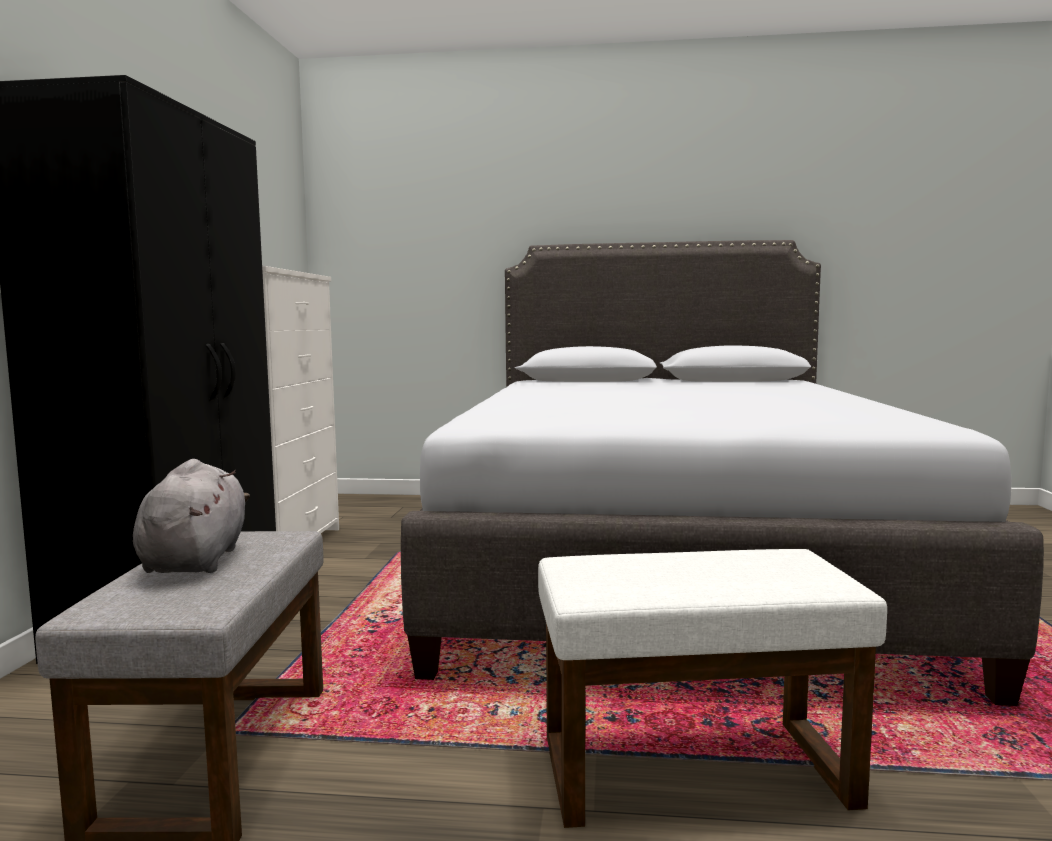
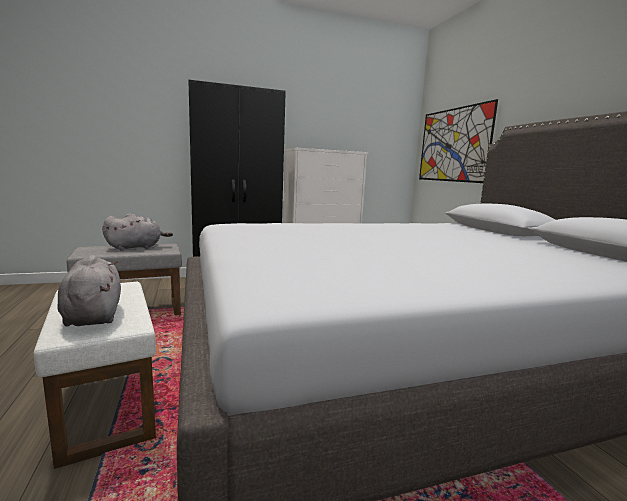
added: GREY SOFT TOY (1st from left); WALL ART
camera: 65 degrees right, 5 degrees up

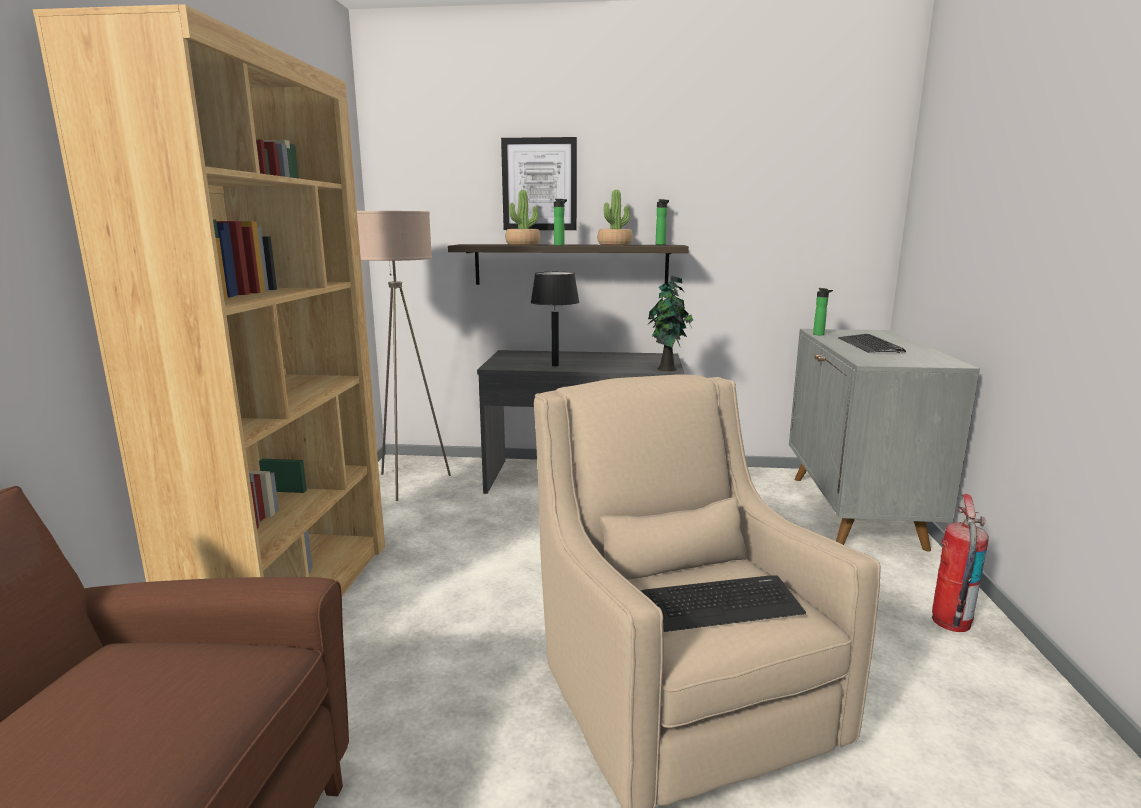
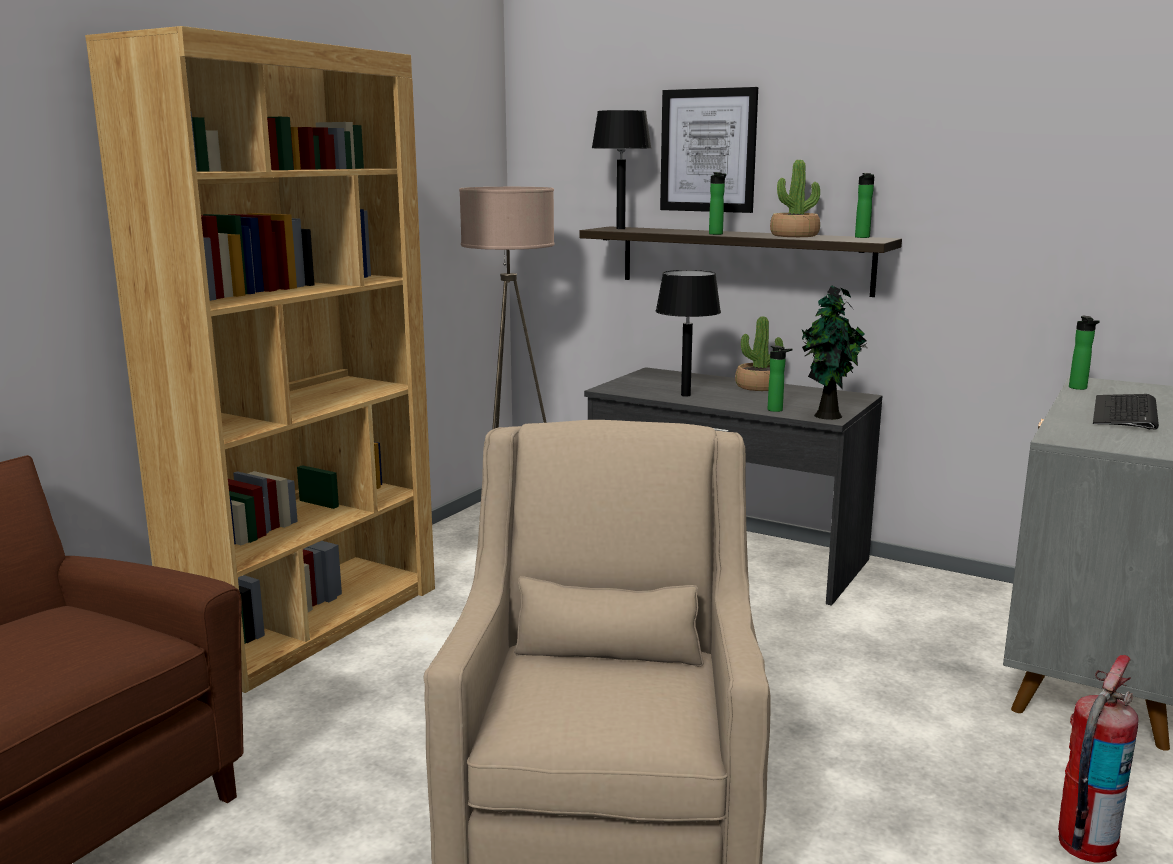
removed: KEYBOARD (1st from left)
added: BLACKISH TABLE LAMP (1st from left); DRINK BOTTLE (2nd from left)
moved: PLANT IN A POT (1st from left)
camera: 25 degrees right, 0 degrees up

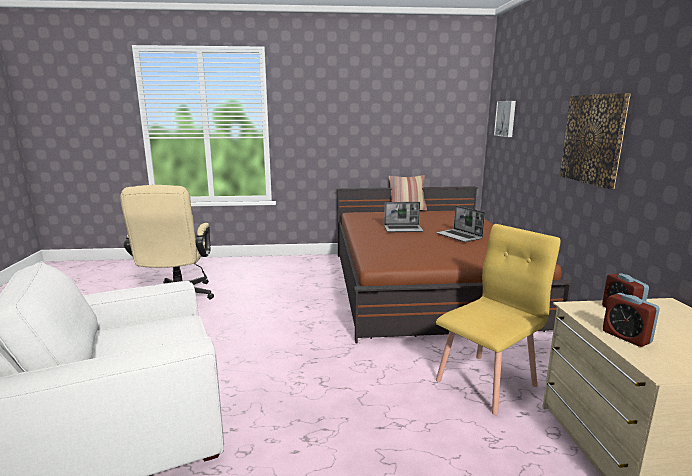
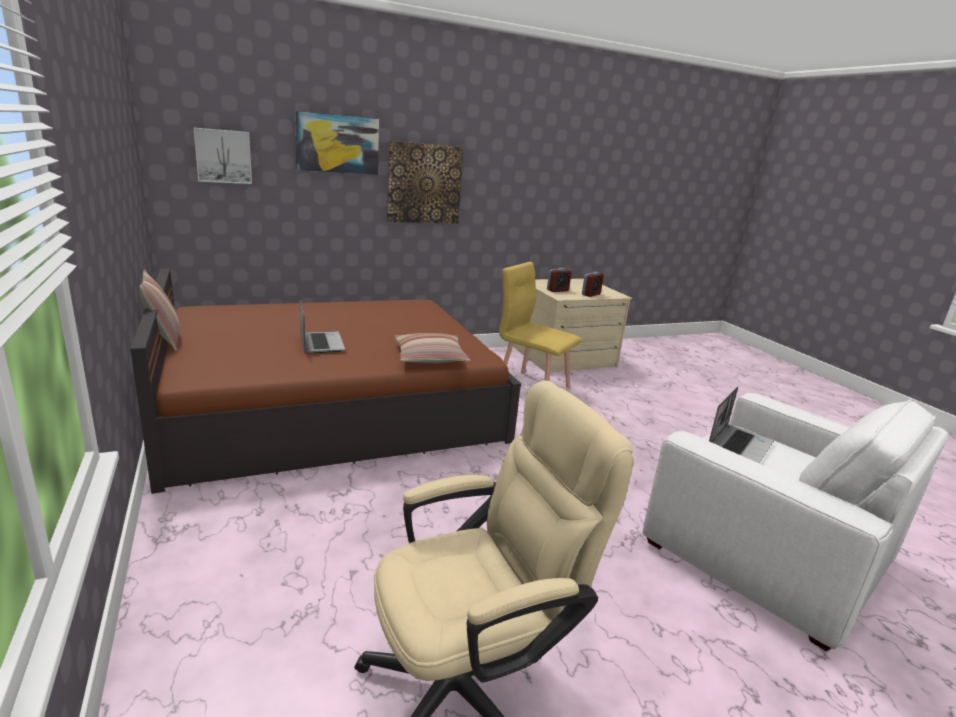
added: WALL ART (2nd from left); THROW PILLOW (2nd from left)
moved: PORTABLE COMPUTER (2nd from left)
camera: 110 degrees left, 5 degrees up

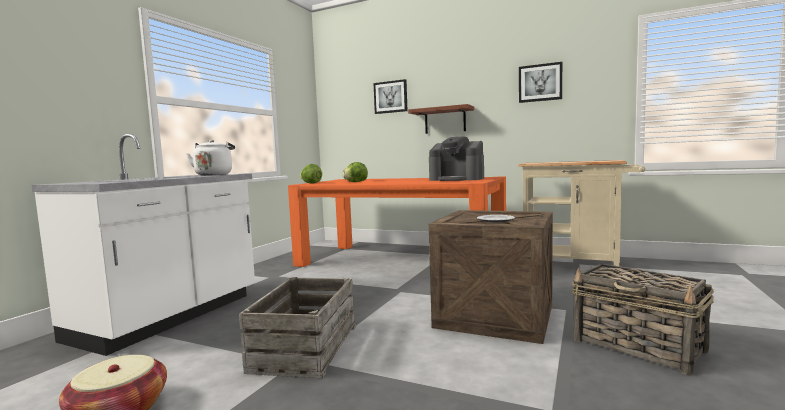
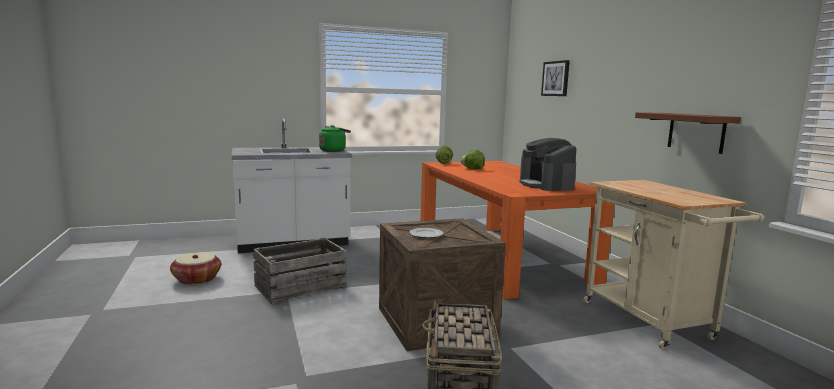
removed: WALL ART (2nd from left)
moved: BROWNISH BRACKET SHELF
recoloured: WHITE-COLOURED KETTLE to GREEN KETTLE
camera: 45 degrees right, 5 degrees up

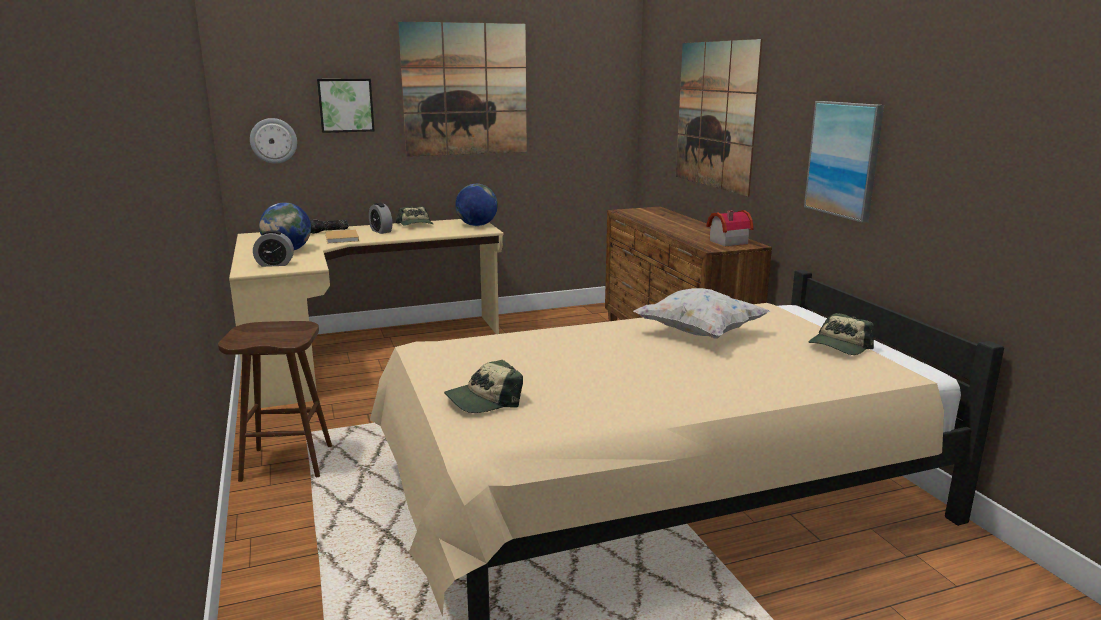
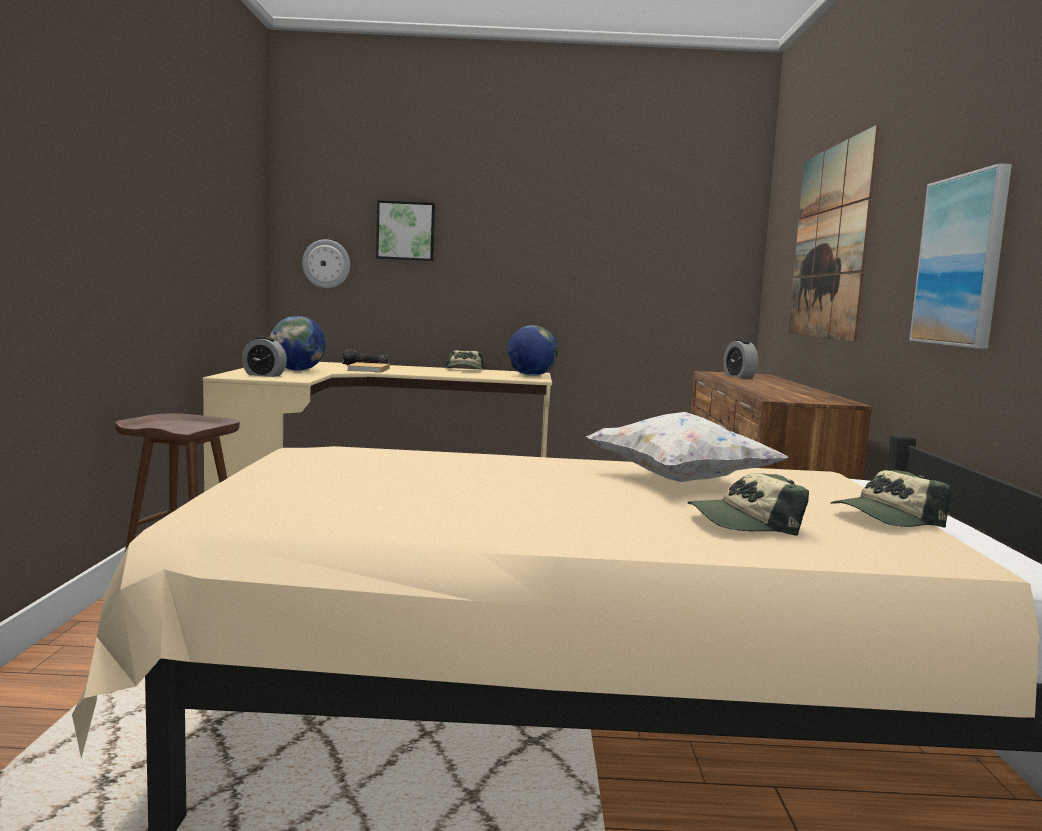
removed: WALL ART (2nd from left); MODEL HOUSE
moved: BEDSIDE CLOCK (2nd from left); PEAKED CAP (2nd from left)
camera: 20 degrees right, 10 degrees down

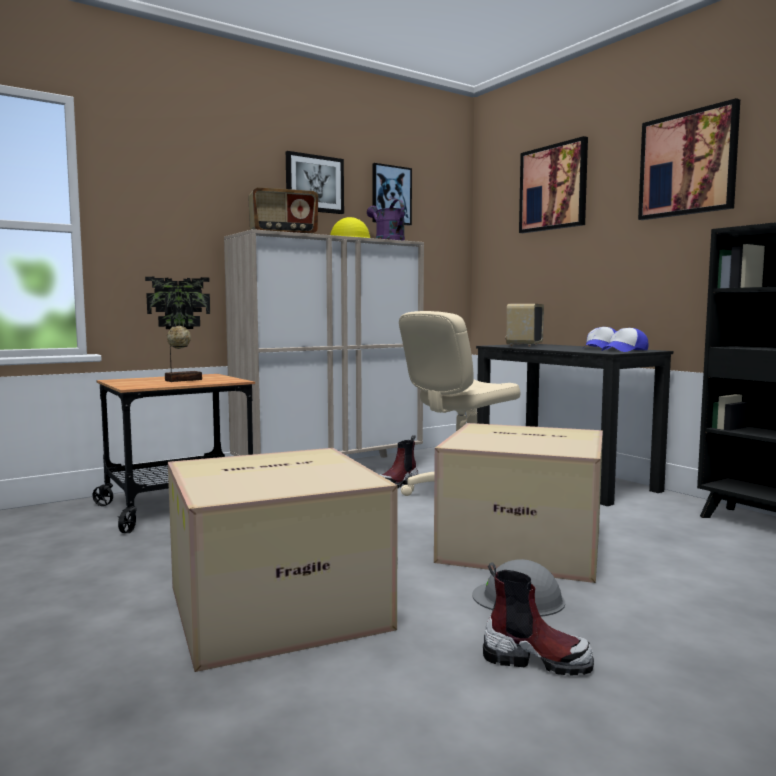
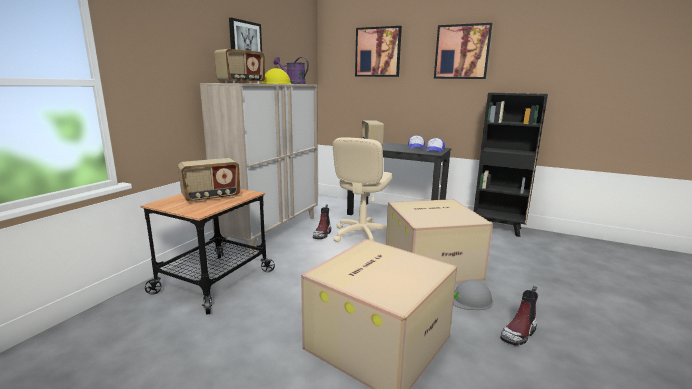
removed: WALL ART (2nd from left)
replaced: PLANT IN A POT to RADIO SET (1st from left)
turned: TALL BOOT (2nd from left) 150 degrees clockwise
camera: 30 degrees left, 10 degrees up

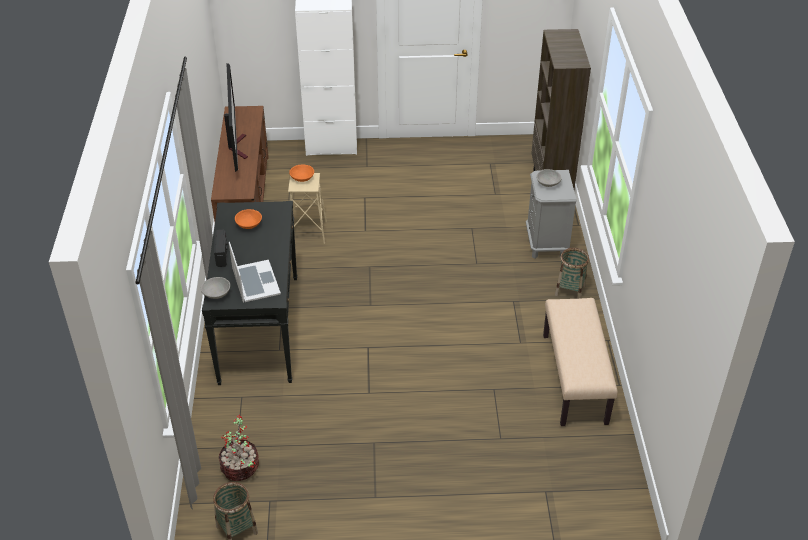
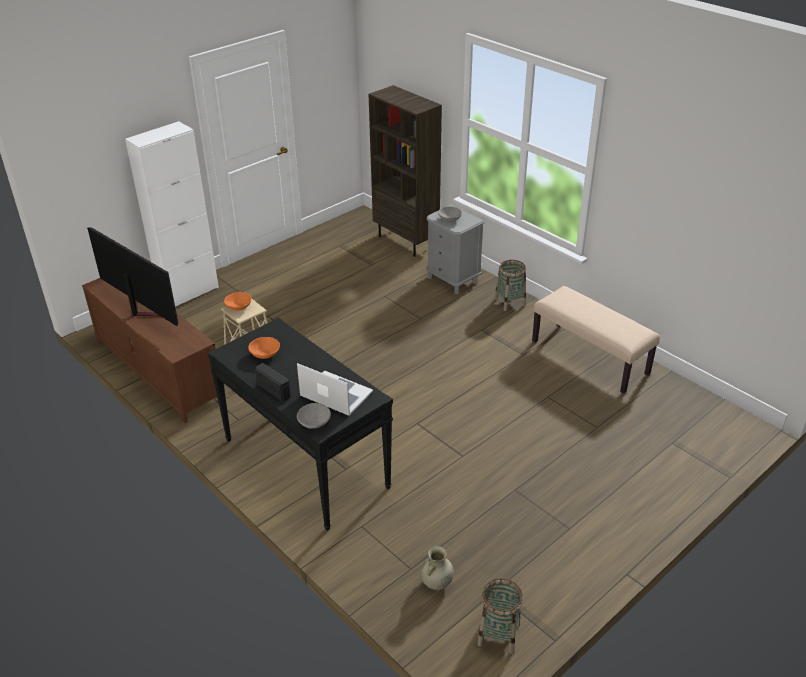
replaced: PLANT IN A POT to SAND-COLOURED FLOWER VASE
camera: 40 degrees left, 5 degrees down

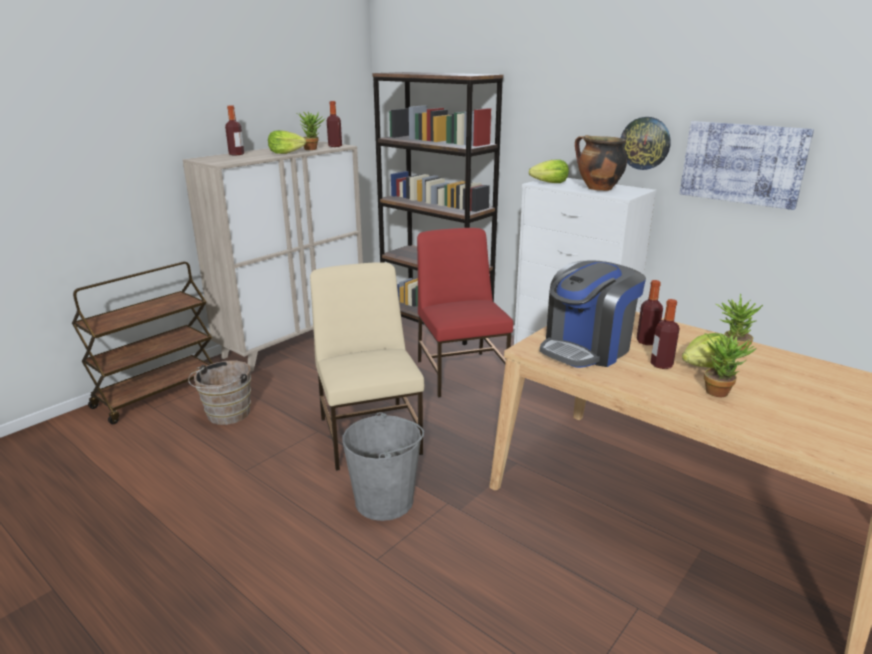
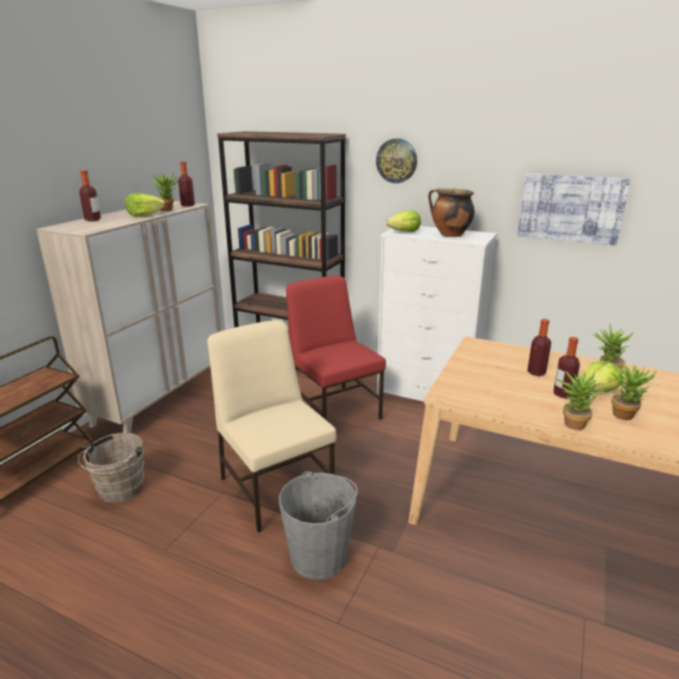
removed: COFFEE MAKER
added: PLANT IN A POT (2nd from left)
moved: WALL CLOCK
camera: 15 degrees left, 0 degrees up

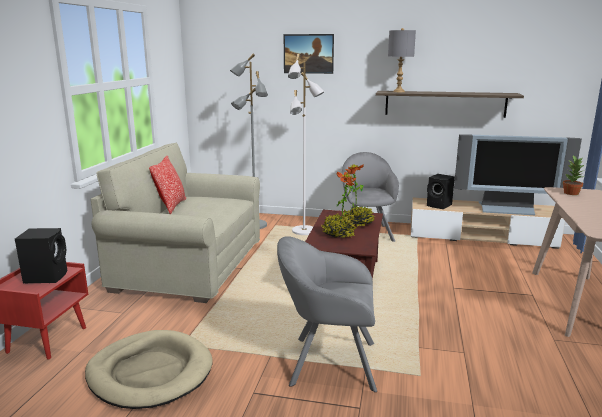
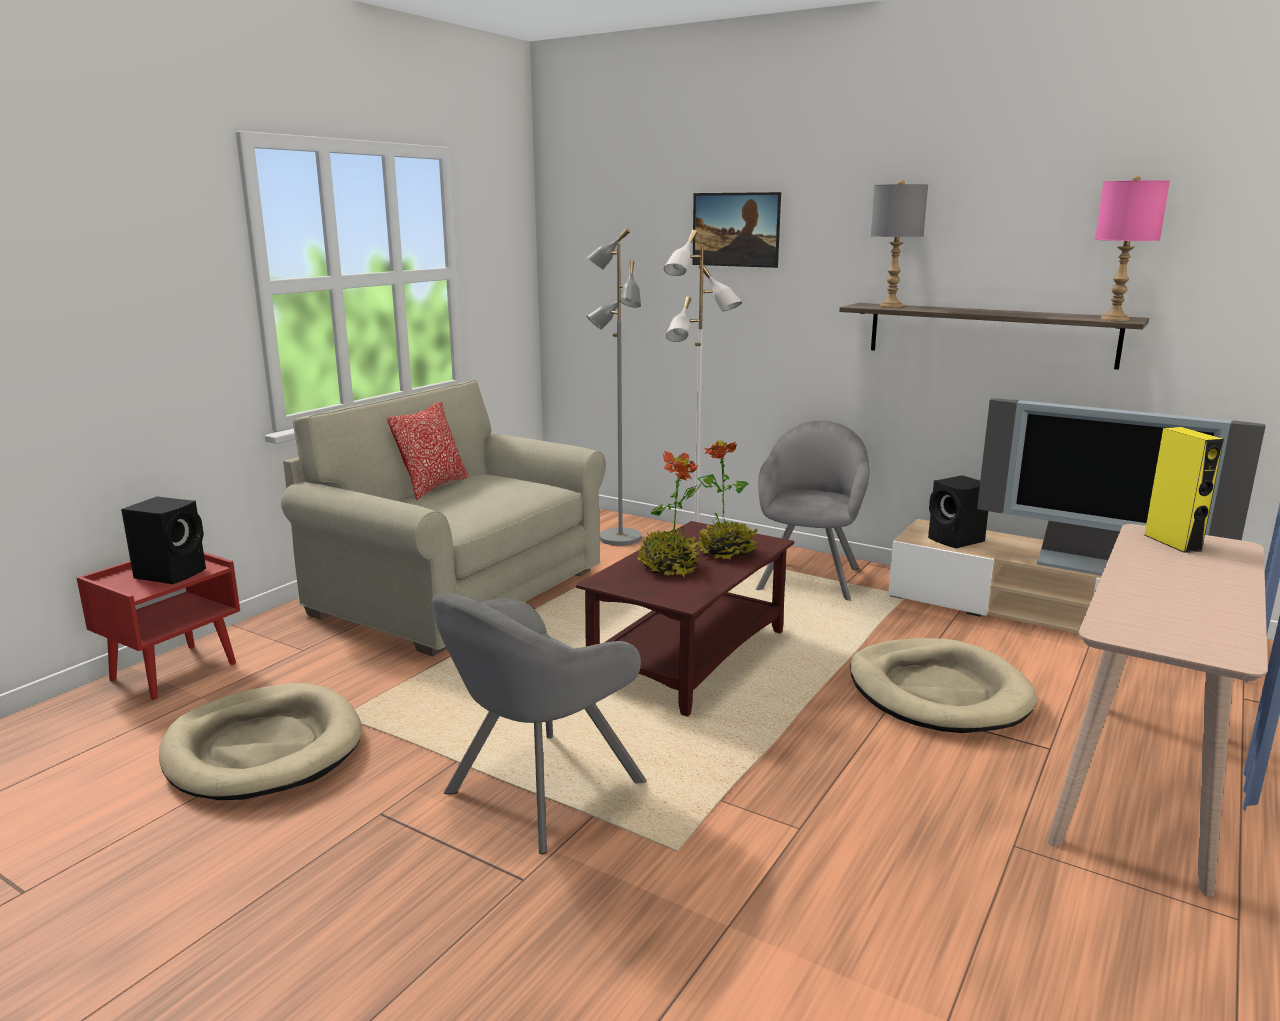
added: SAND-COLOURED PET BED (2nd from left); PINKISH TABLE LAMP
replaced: PLANT IN A POT (3rd from left) to YELLOW-COLOURED LOUDSPEAKER
turned: GREY LOUNGE CHAIR (1st from left) 75 degrees counterclockwise
camera: 20 degrees right, 0 degrees up

